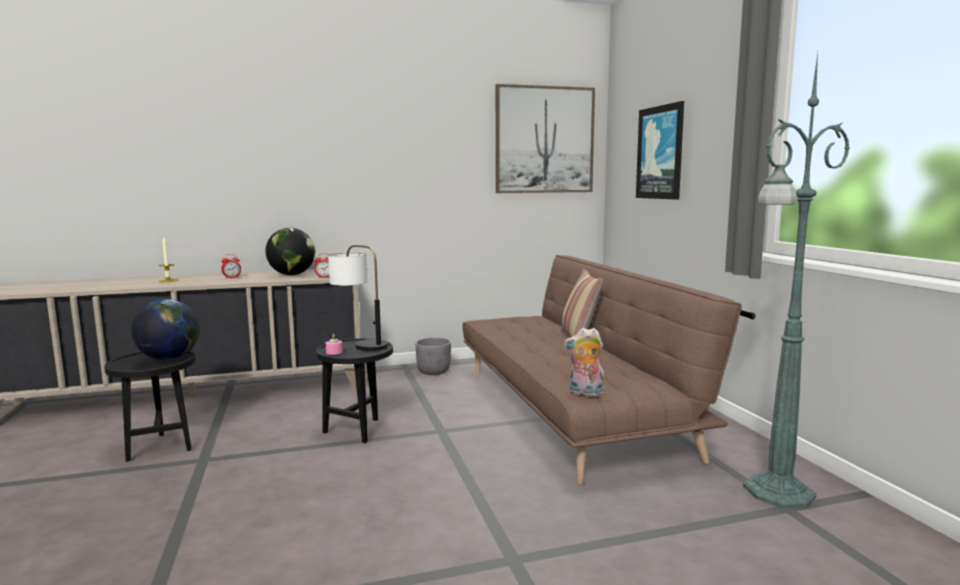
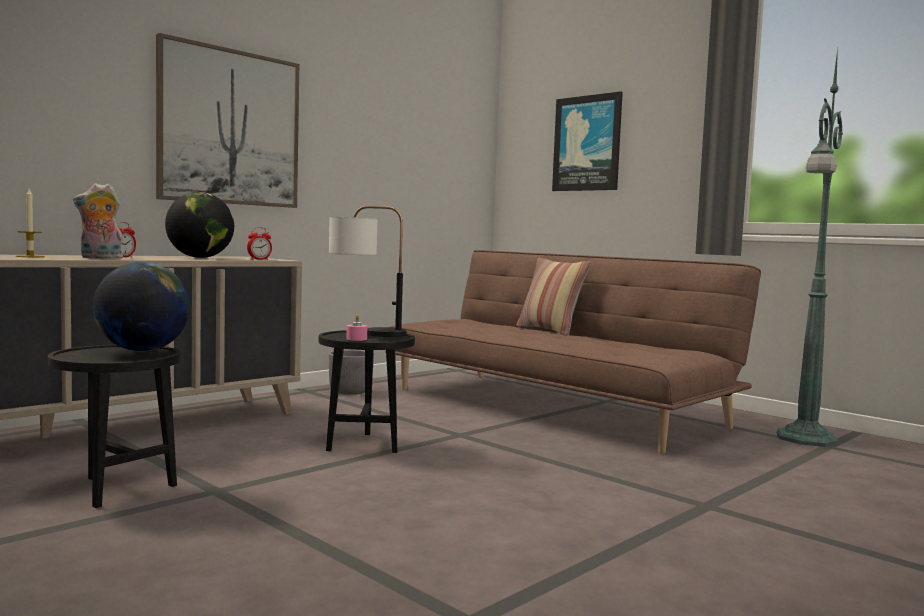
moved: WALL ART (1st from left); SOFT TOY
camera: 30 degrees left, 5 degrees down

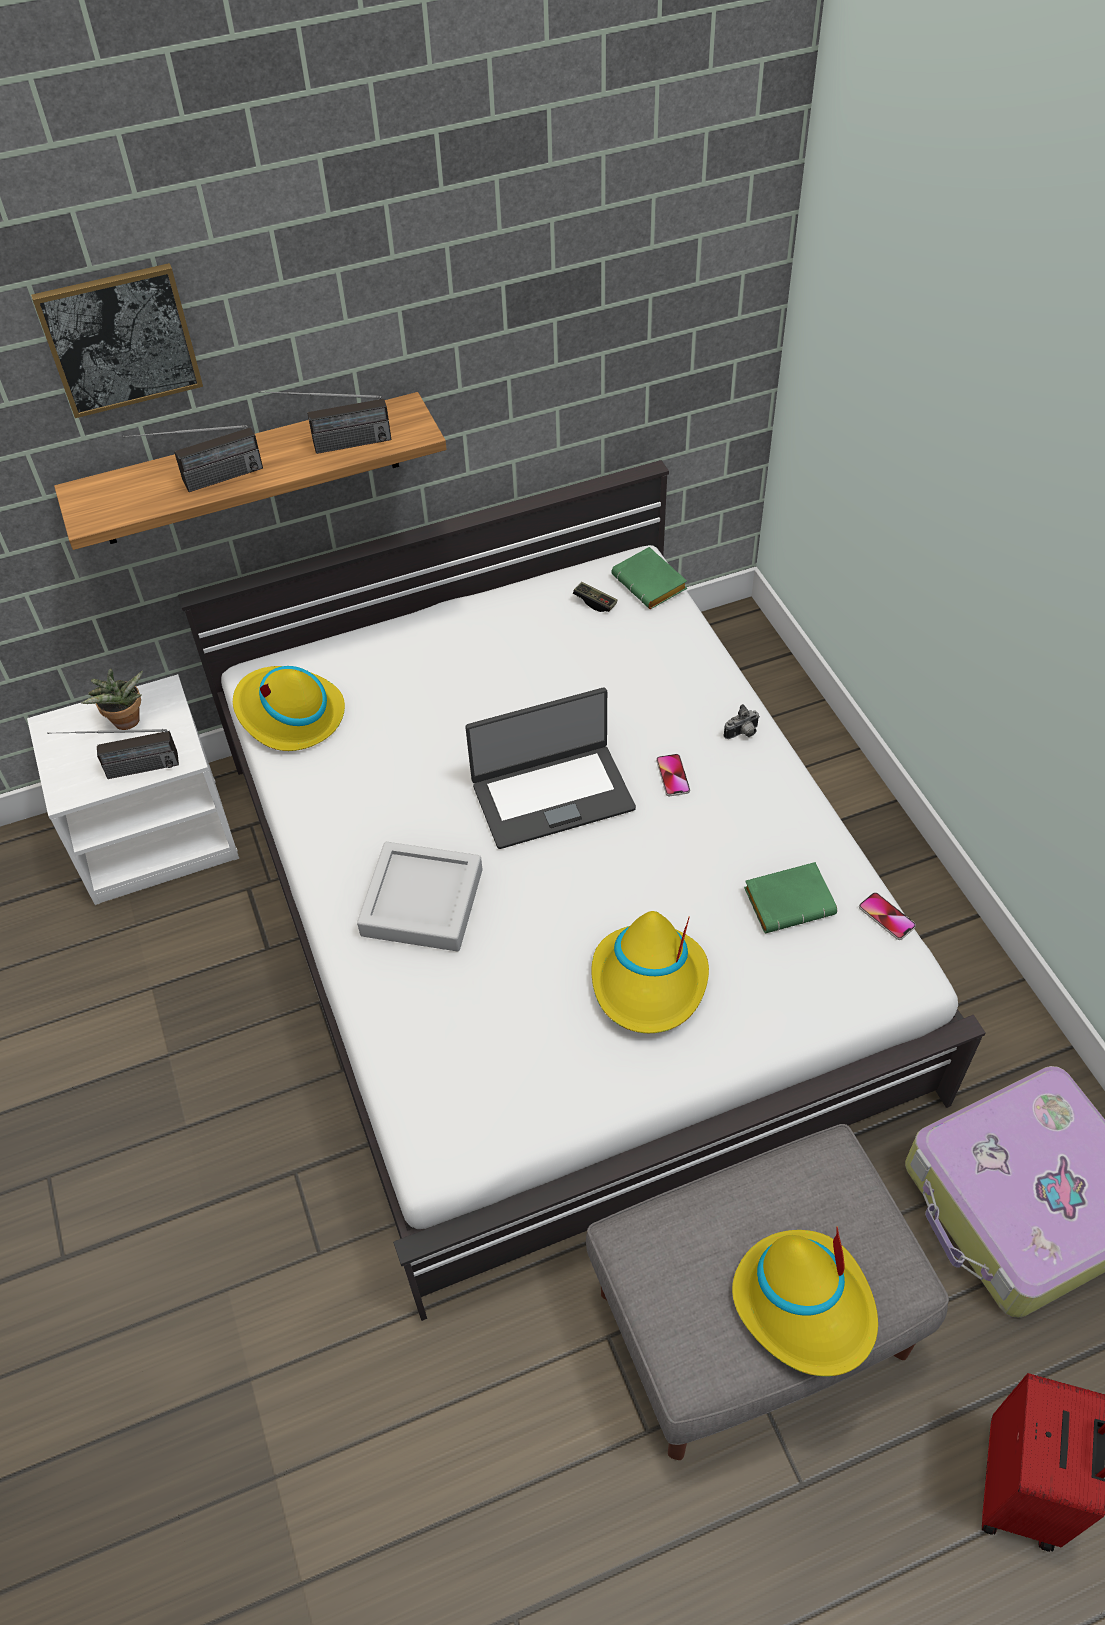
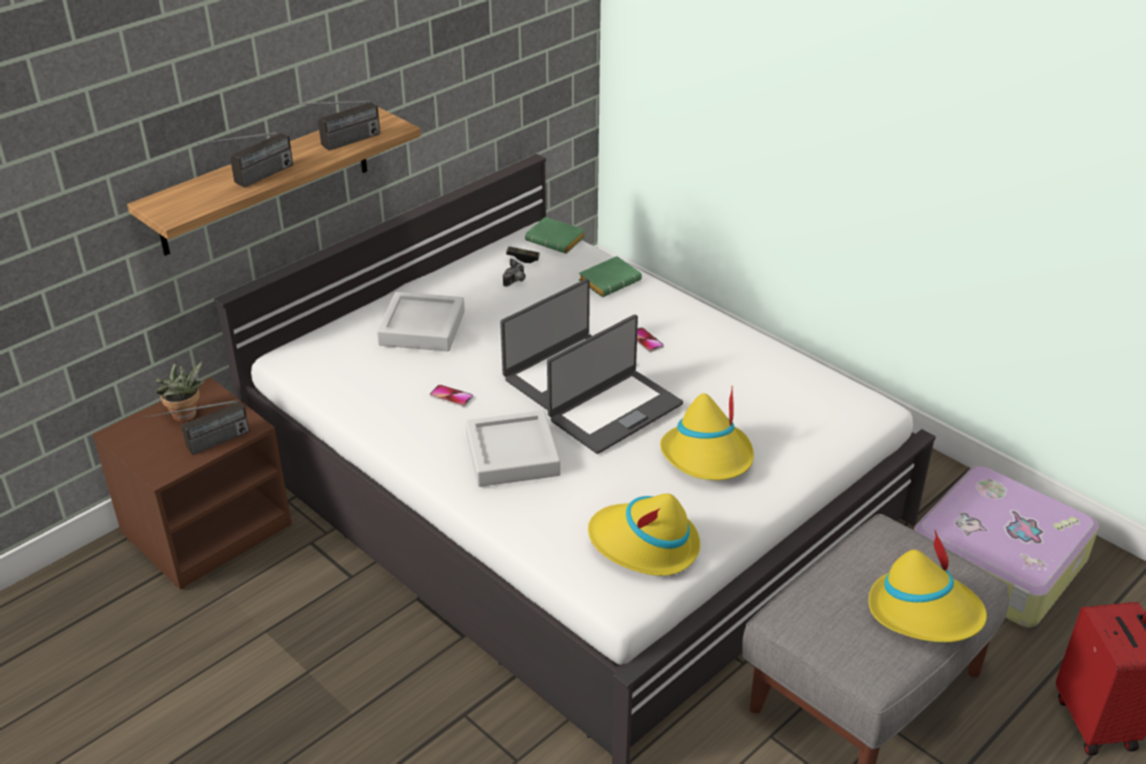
removed: WALL ART
added: GREY CARRYING TRAY (1st from left); PORTABLE COMPUTER (2nd from left)
moved: YELLOW-COLOURED WEARABLE HAT (1st from left); PHOTO CAMERA; GREEN BOOK (2nd from left); HANDSET (2nd from left in the first image) to HANDSET (1st from left)
recoloured: WHITE-COLOURED NIGHTSTAND to BROWNISH NIGHTSTAND
camera: 25 degrees left, 15 degrees down

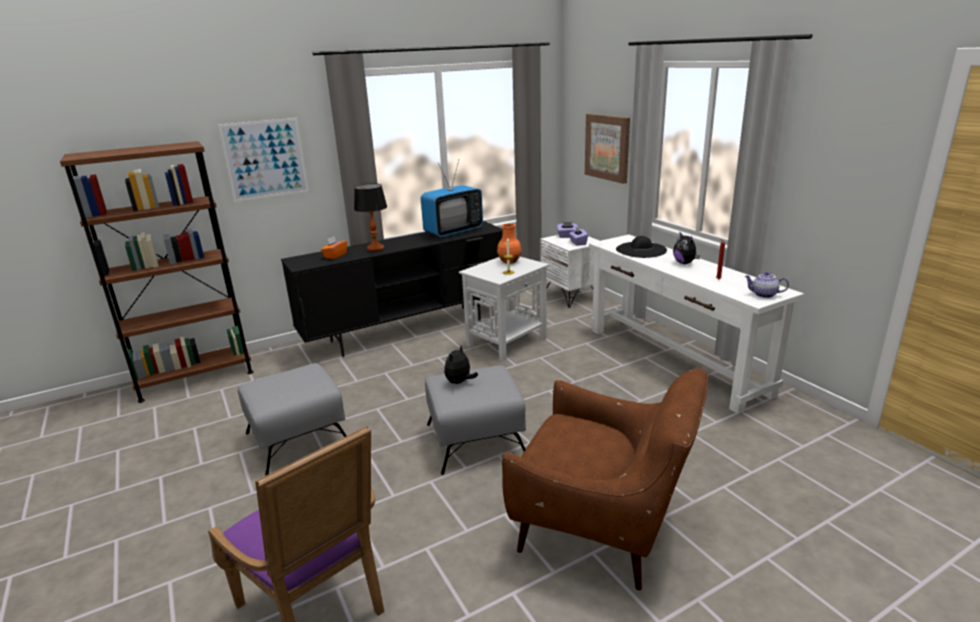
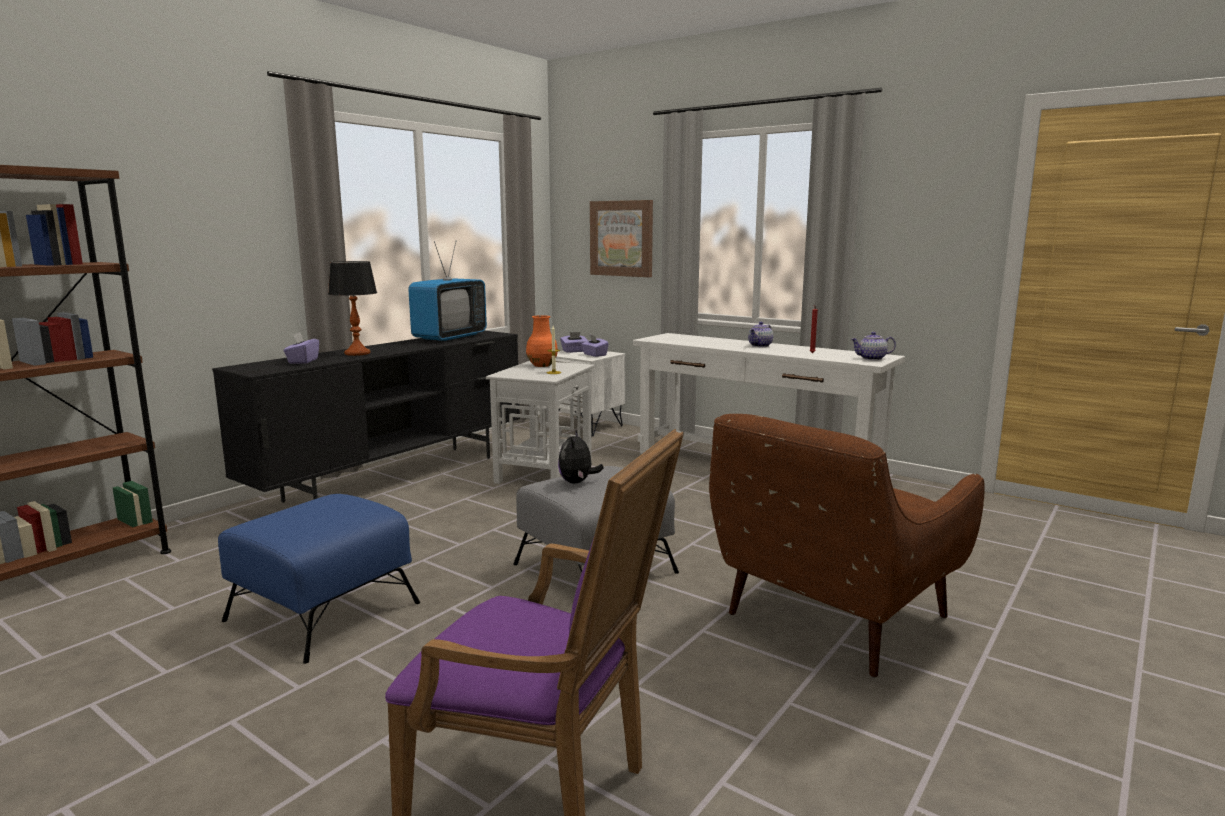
removed: WALL ART (1st from left); BLACKISH WEARABLE HAT
replaced: SOFT TOY (2nd from left) to POT FOR TEA (1st from left)
recoloured: GREY FOOTREST (1st from left) to BLUE-COLOURED FOOTREST; ORANGE-COLOURED BOX OF TISSUES to PURPLE BOX OF TISSUES (1st from left)
turned: BROWNISH LOUNGE CHAIR 135 degrees clockwise
camera: 25 degrees left, 10 degrees down

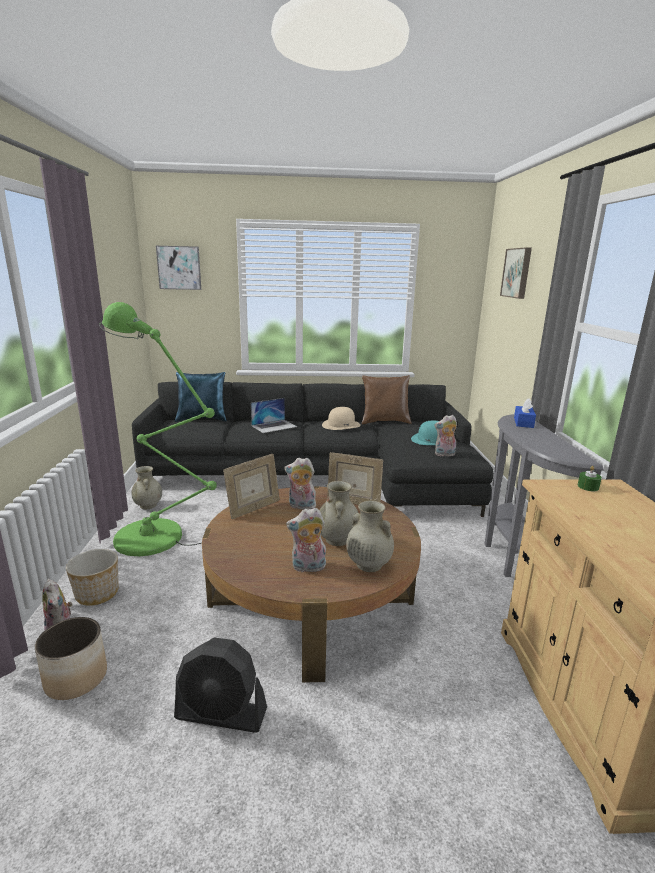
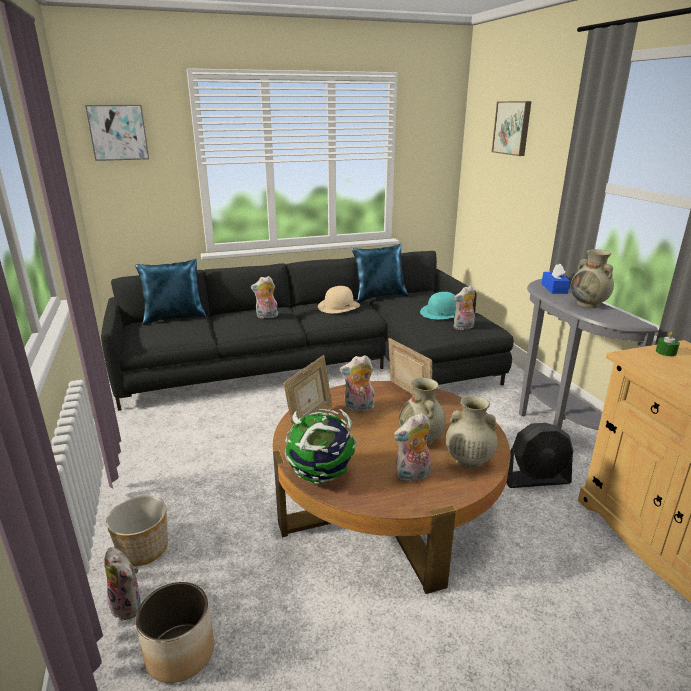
removed: GREEN FLOOR LAMP
added: GLOBE
moved: SAND-COLOURED FLOWER VASE (1st from left in the first image) to SAND-COLOURED FLOWER VASE (3rd from left); BLACKISH ELECTRIC FAN
replaced: PORTABLE COMPUTER to SOFT TOY (2nd from left)
recoloured: BROWNISH THROW PILLOW to BLUE-COLOURED THROW PILLOW (2nd from left)
turned: PHOTO FRAME (2nd from left) 135 degrees counterclockwise
camera: 15 degrees left, 5 degrees up

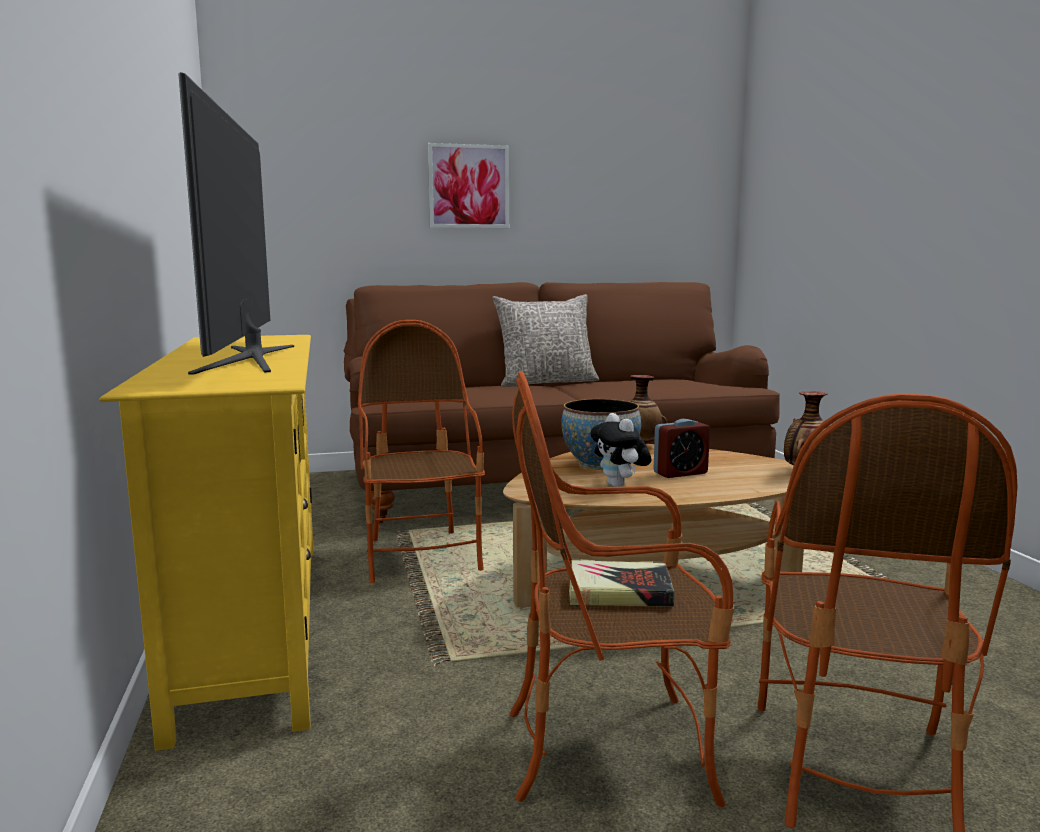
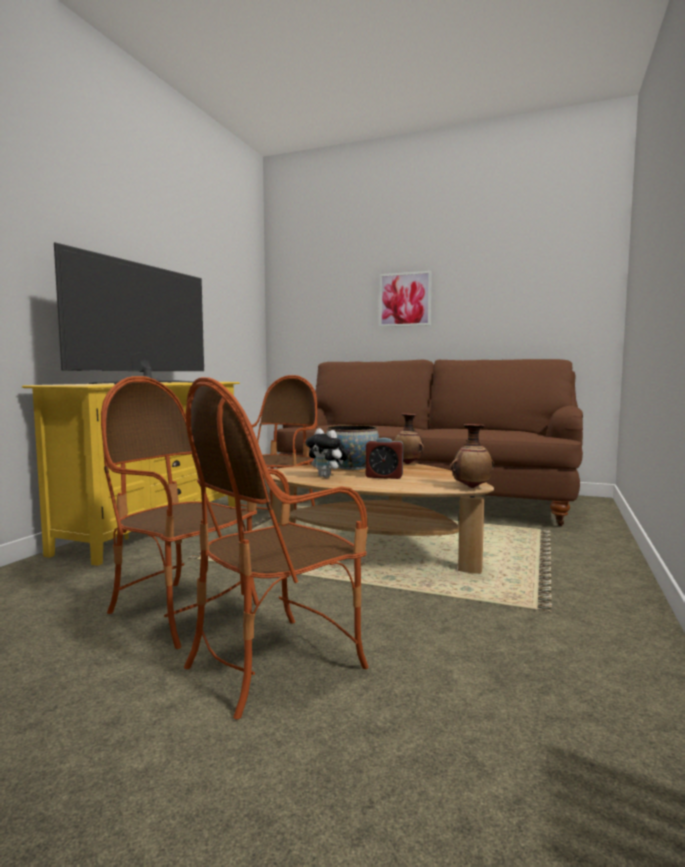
removed: GREY THROW PILLOW; BOOK
turned: SOFT TOY 60 degrees counterclockwise
camera: 35 degrees right, 5 degrees down

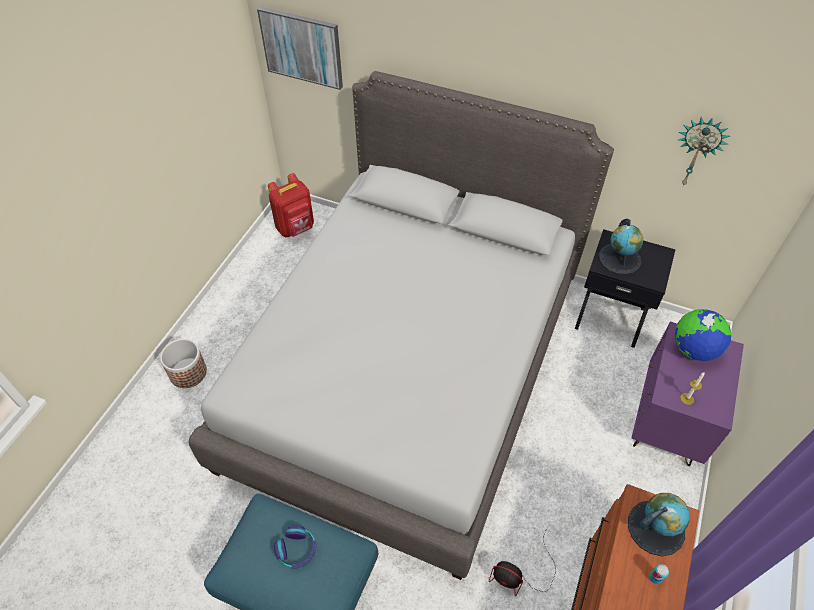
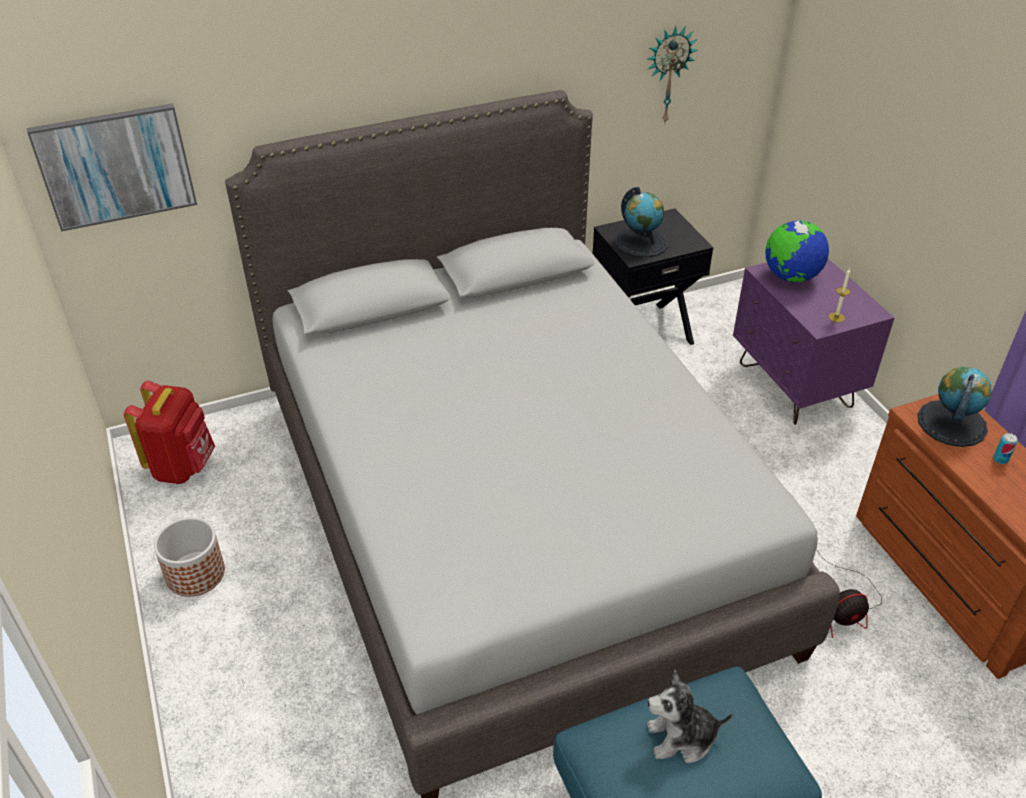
moved: FLOWER POT
replaced: HEADSET to SOFT TOY
camera: 45 degrees left, 10 degrees down

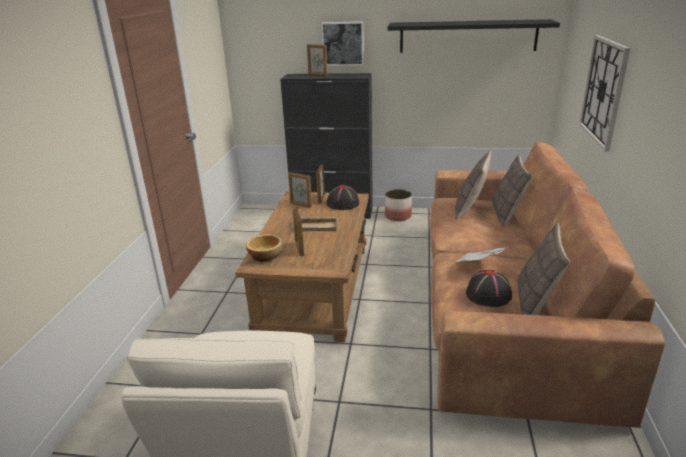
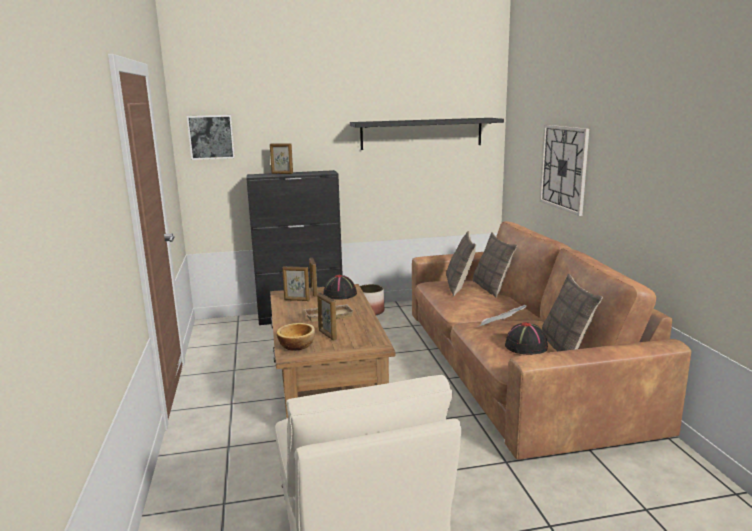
moved: WALL ART
camera: 20 degrees left, 10 degrees down

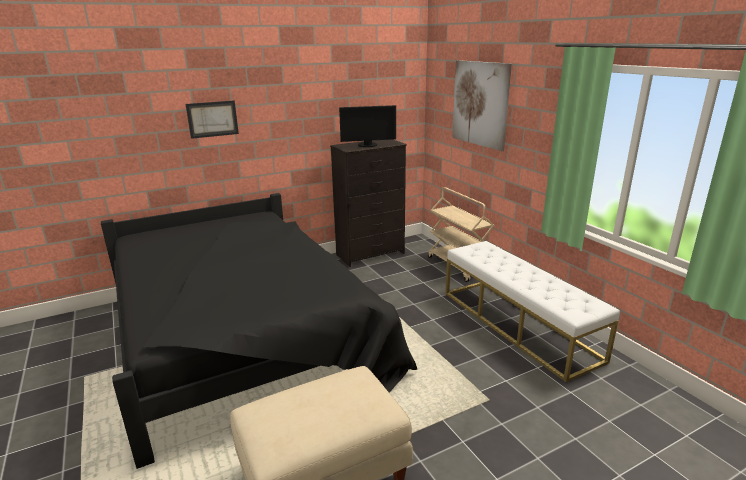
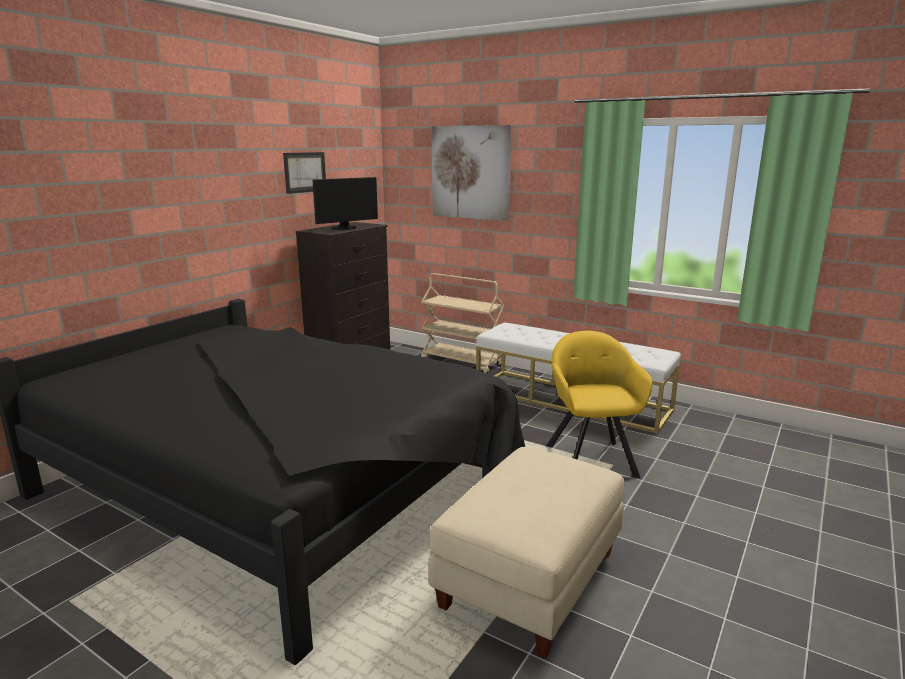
added: YELLOW-COLOURED LOUNGE CHAIR
moved: WALL ART (1st from left)
camera: 30 degrees left, 5 degrees down

